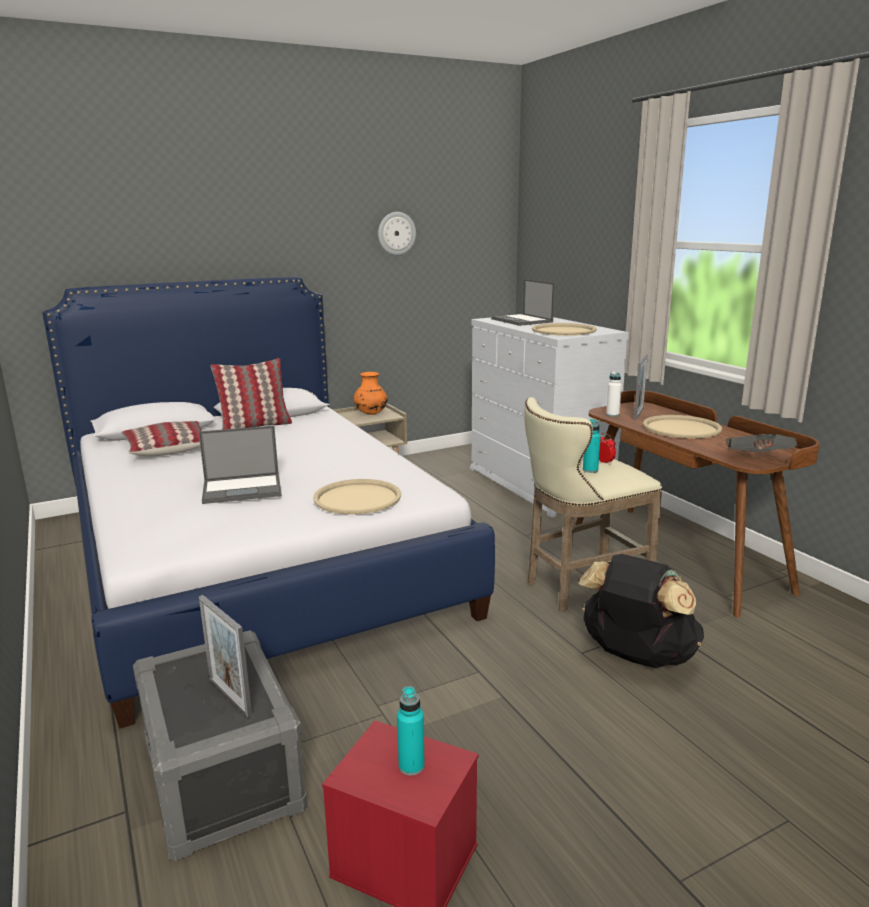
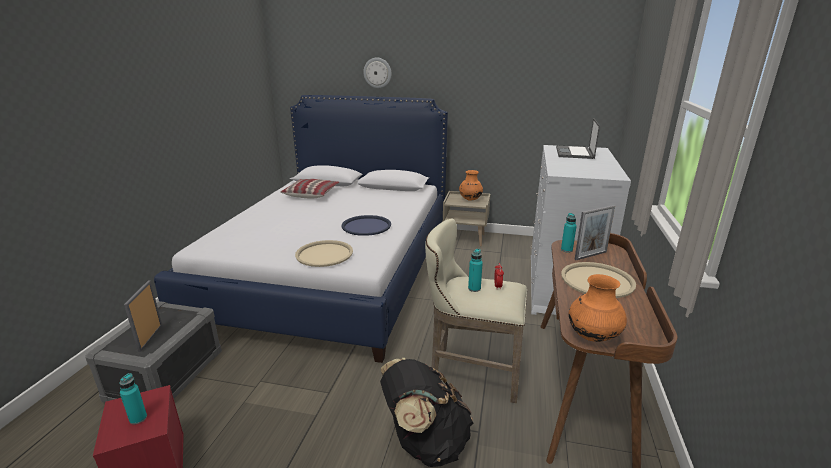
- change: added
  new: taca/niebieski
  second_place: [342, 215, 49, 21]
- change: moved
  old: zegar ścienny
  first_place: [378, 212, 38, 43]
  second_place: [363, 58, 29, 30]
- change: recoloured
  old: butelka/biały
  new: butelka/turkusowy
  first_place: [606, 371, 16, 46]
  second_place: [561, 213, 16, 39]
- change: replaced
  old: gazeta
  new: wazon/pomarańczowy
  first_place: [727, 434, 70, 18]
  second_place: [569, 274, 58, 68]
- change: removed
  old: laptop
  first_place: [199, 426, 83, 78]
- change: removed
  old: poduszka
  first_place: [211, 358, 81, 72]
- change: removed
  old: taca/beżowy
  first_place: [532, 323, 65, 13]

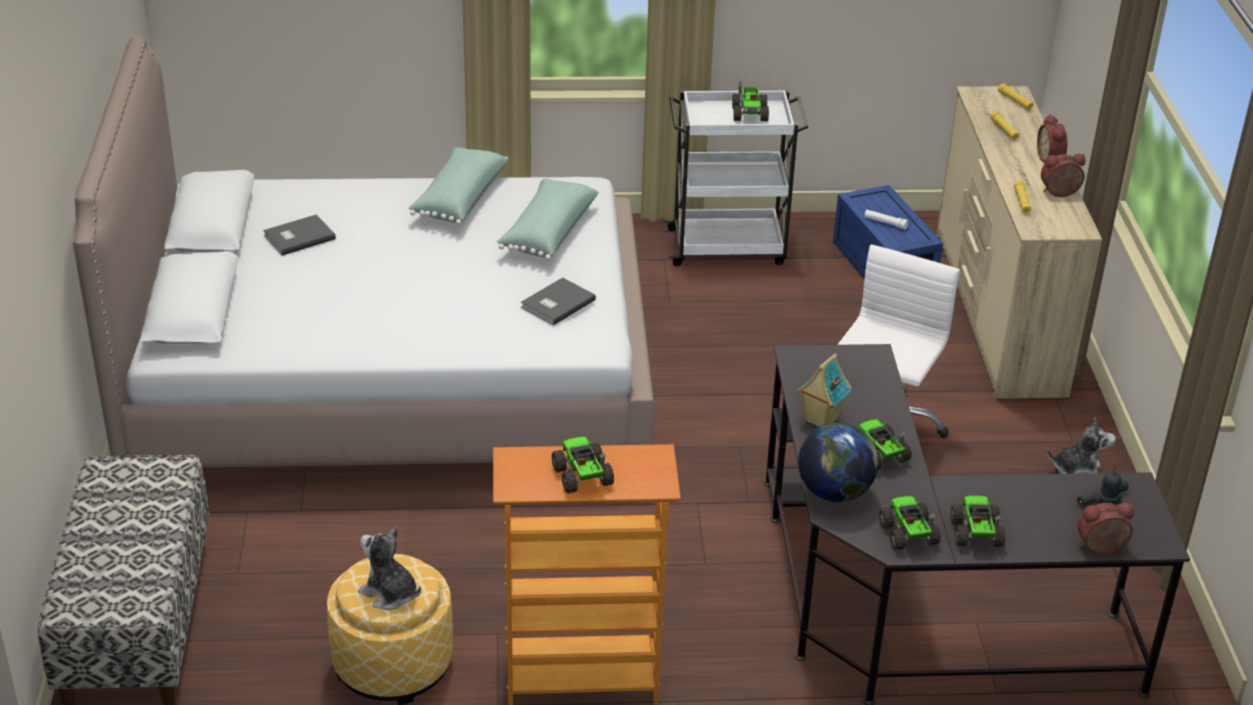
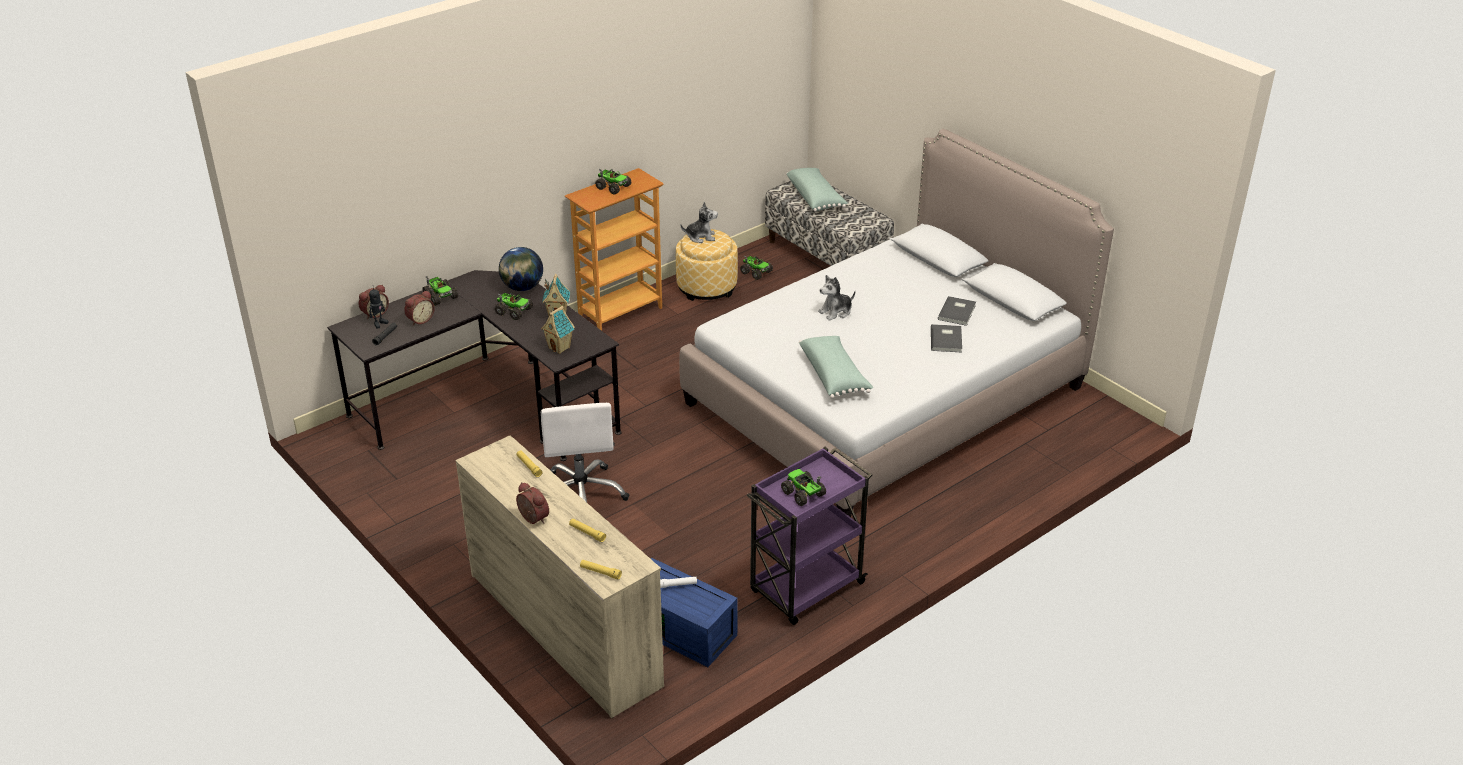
- change: moved
  old: budzik
  first_place: [1041, 154, 45, 43]
  second_place: [404, 291, 31, 35]
- change: added
  new: domek
  second_place: [541, 306, 34, 48]
- change: moved
  old: ciężarówka zabawkowa
  first_place: [879, 496, 62, 55]
  second_place: [740, 256, 33, 24]
- change: recoloured
  old: wózek/biały
  new: wózek/fioletowy
  first_place: [664, 90, 145, 176]
  second_place: [747, 447, 126, 178]
- change: moved
  old: poduszka/zielony
  first_place: [408, 147, 100, 78]
  second_place: [786, 168, 62, 44]
- change: moved
  old: pluszak
  first_place: [1047, 417, 69, 57]
  second_place: [818, 275, 37, 46]
- change: moved
  old: książka/szary
  first_place: [521, 278, 75, 47]
  second_place: [931, 324, 31, 29]

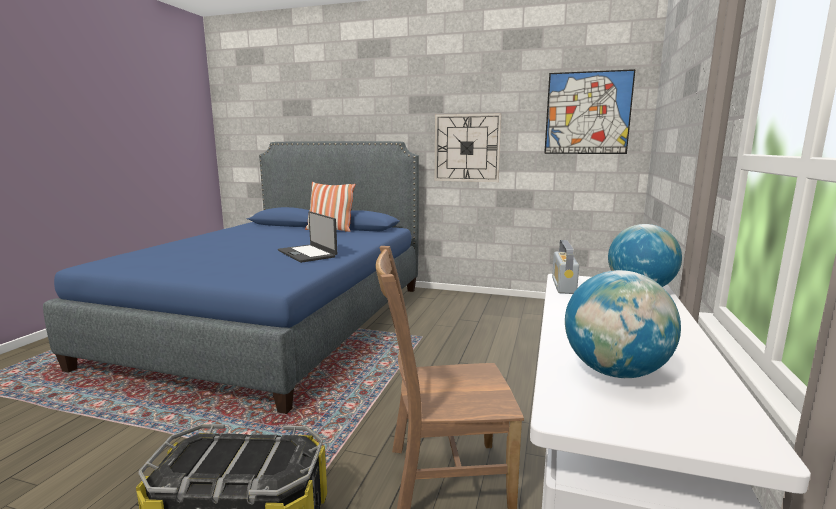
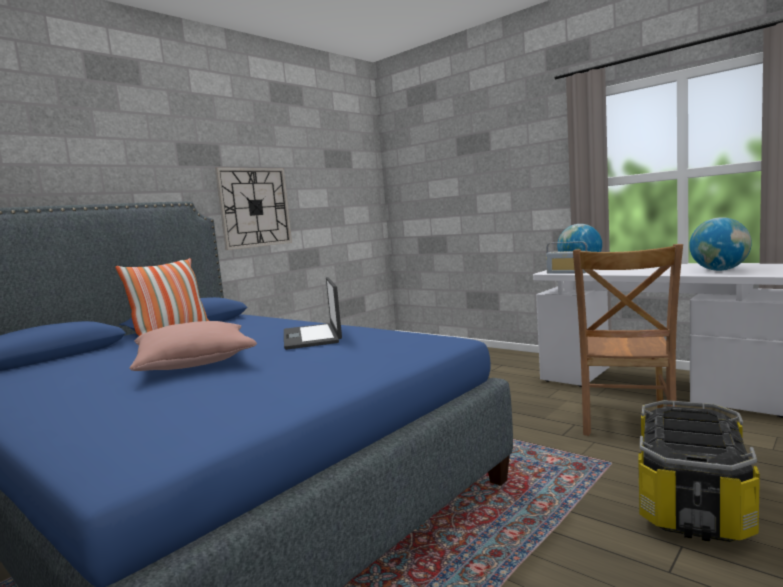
- change: added
  new: poduszka/różowy
  second_place: [129, 321, 128, 50]
- change: turned
  old: laptop
  first_place: [278, 211, 59, 52]
  second_place: [284, 277, 58, 73]
  degrees: 90
- change: removed
  old: obraz
  first_place: [544, 69, 91, 85]

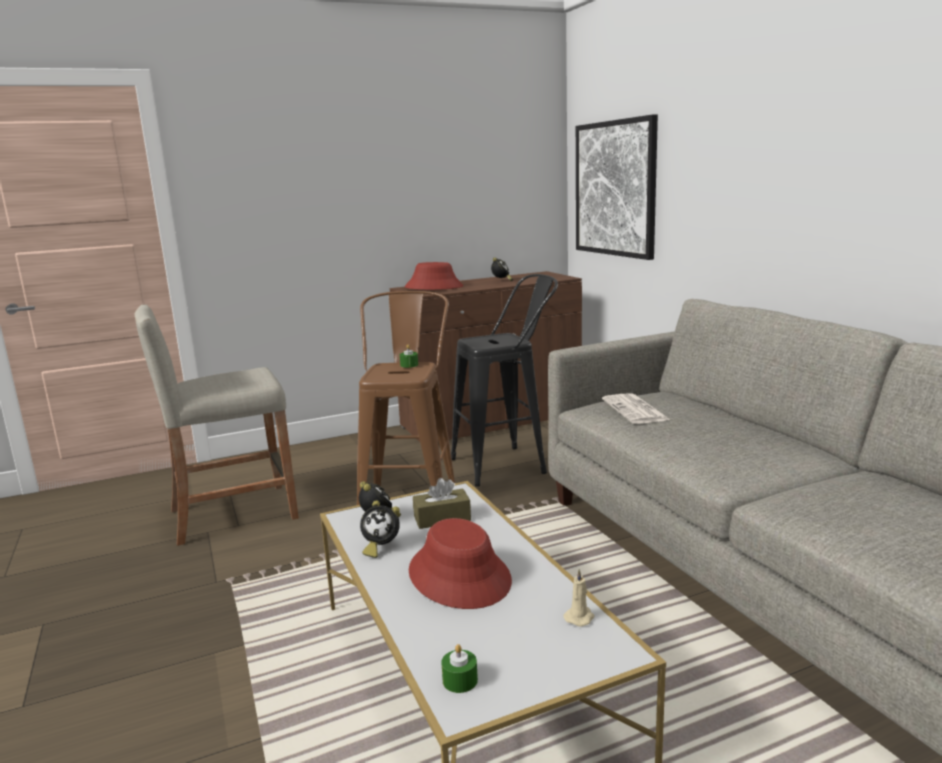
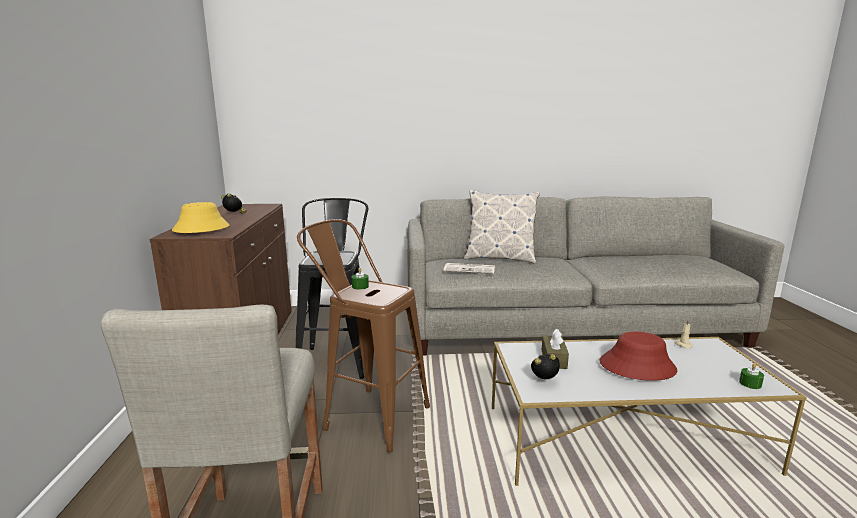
- change: recoloured
  old: kapelusz/czerwony
  new: kapelusz/żółty
  first_place: [404, 262, 60, 28]
  second_place: [172, 202, 57, 31]
- change: added
  new: poduszka
  second_place: [464, 190, 76, 74]
- change: removed
  old: budzik
  first_place: [360, 500, 40, 58]
- change: removed
  old: obraz
  first_place: [576, 114, 82, 146]

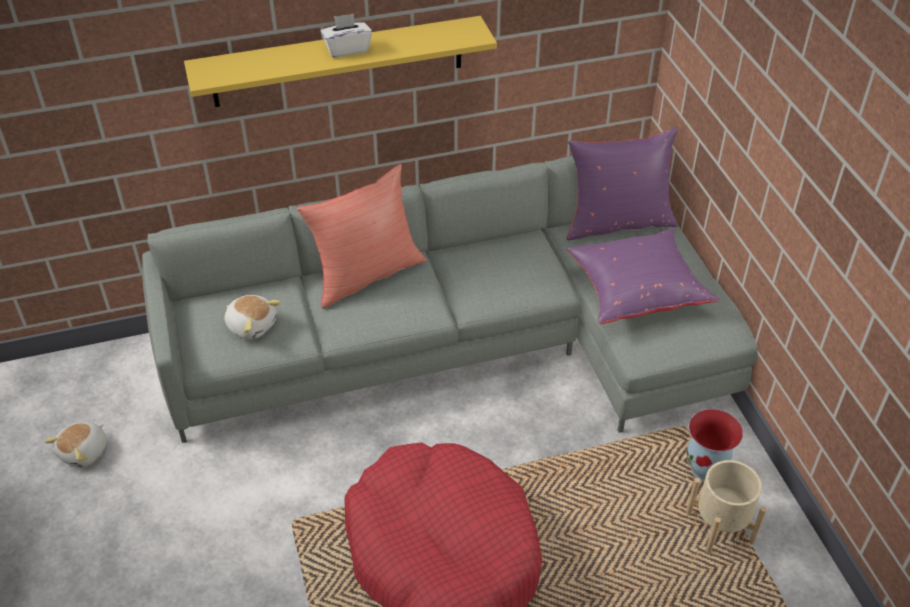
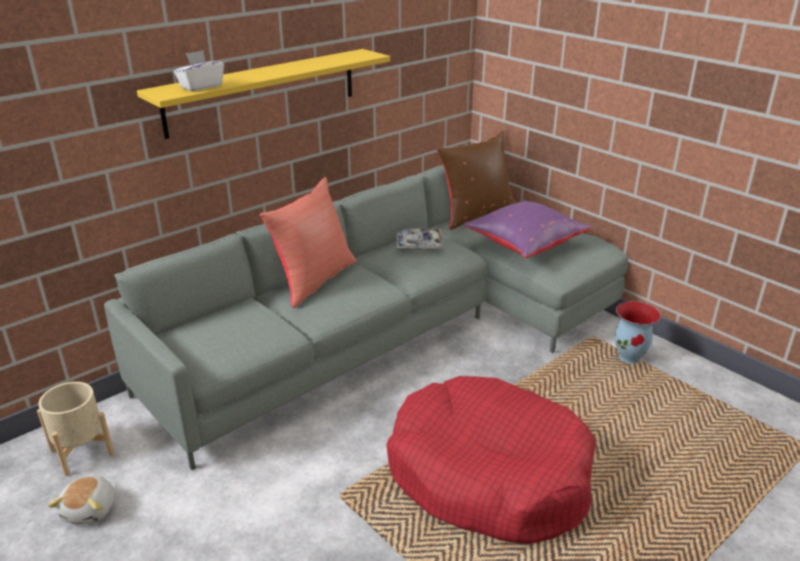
- change: moved
  old: donica/beżowy
  first_place: [686, 460, 81, 94]
  second_place: [37, 382, 77, 94]
- change: moved
  old: pudełko chusteczek/biały
  first_place: [321, 13, 51, 45]
  second_place: [174, 50, 50, 42]
- change: added
  new: taca
  second_place: [397, 228, 46, 21]
- change: recoloured
  old: poduszka/fioletowy
  new: poduszka/brązowy
  first_place: [566, 127, 112, 113]
  second_place: [437, 131, 79, 99]
- change: removed
  old: pluszak
  first_place: [224, 295, 57, 45]

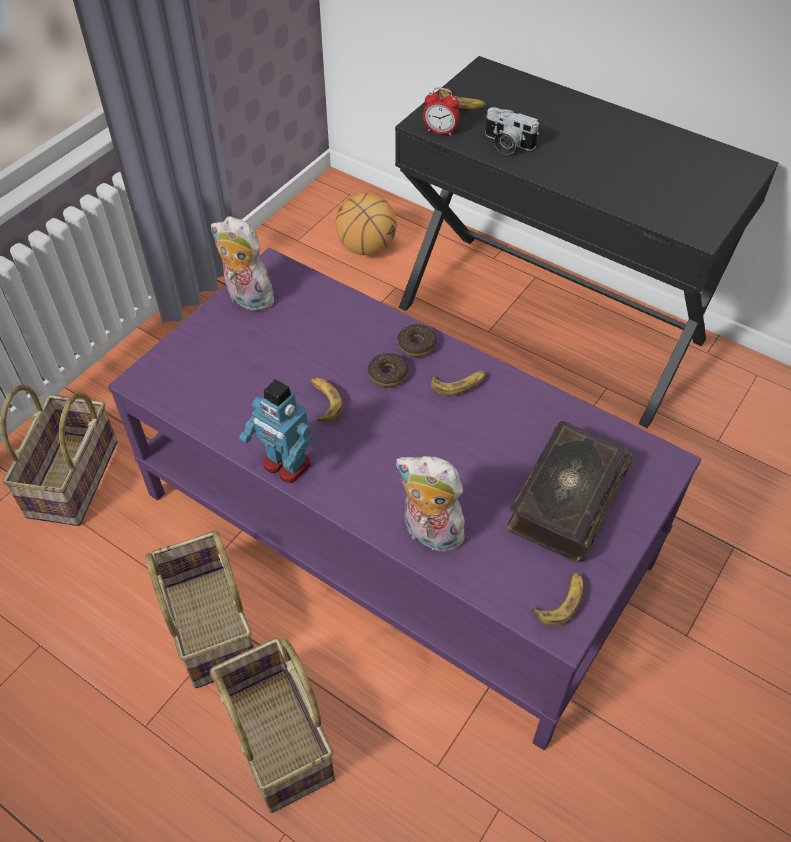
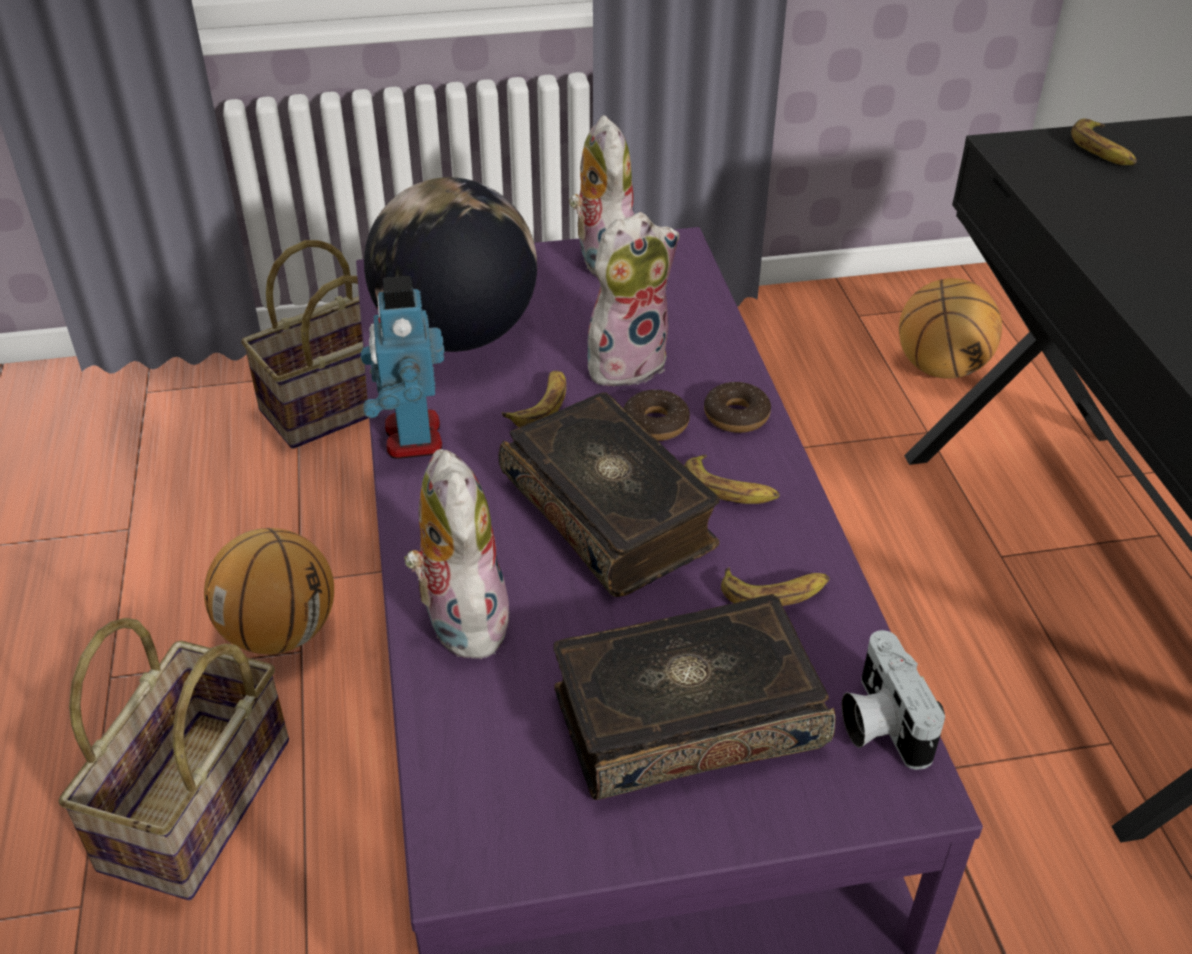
- change: replaced
  old: koszyk
  new: piłka do koszykówki
  first_place: [146, 531, 108, 157]
  second_place: [204, 528, 130, 126]
- change: added
  new: globus
  second_place: [364, 177, 173, 175]
- change: added
  new: książka
  second_place: [498, 392, 222, 205]
- change: added
  new: pluszak
  second_place: [587, 212, 93, 175]
- change: moved
  old: banan
  first_place: [532, 572, 51, 54]
  second_place: [721, 567, 108, 39]
- change: moved
  old: aparat fotograficzny
  first_place: [485, 107, 54, 48]
  second_place: [842, 630, 103, 140]
- change: removed
  old: budzik
  first_place: [423, 88, 36, 48]

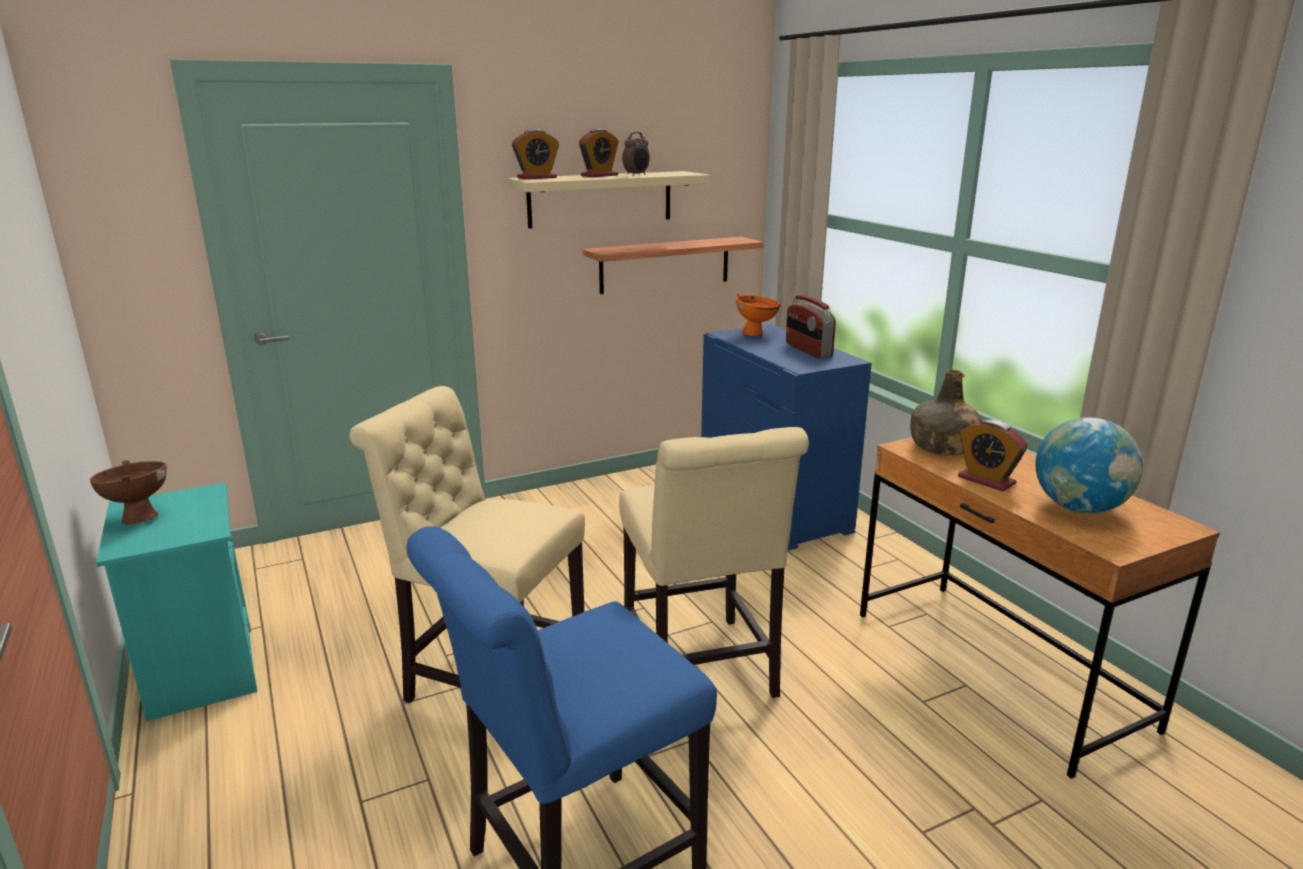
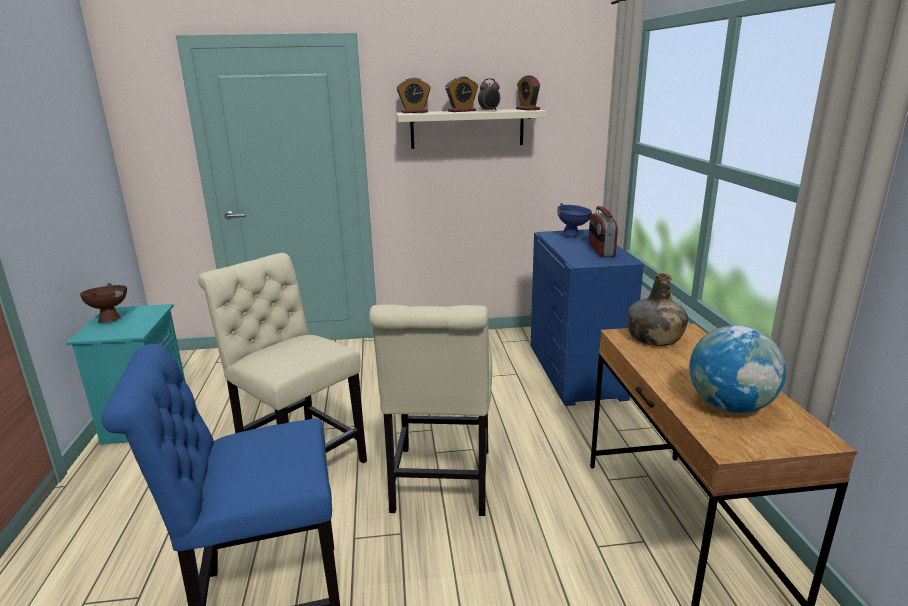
- change: moved
  old: budzik
  first_place: [958, 420, 70, 71]
  second_place: [516, 75, 24, 35]
- change: recoloured
  old: miska/pomarańczowy
  new: miska/niebieski
  first_place: [736, 293, 46, 43]
  second_place: [557, 203, 35, 34]
- change: removed
  old: półka
  first_place: [583, 237, 181, 57]

